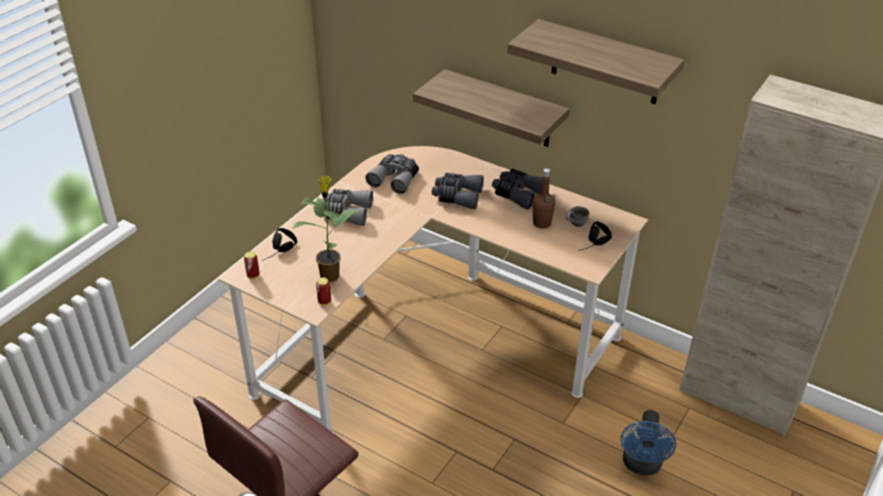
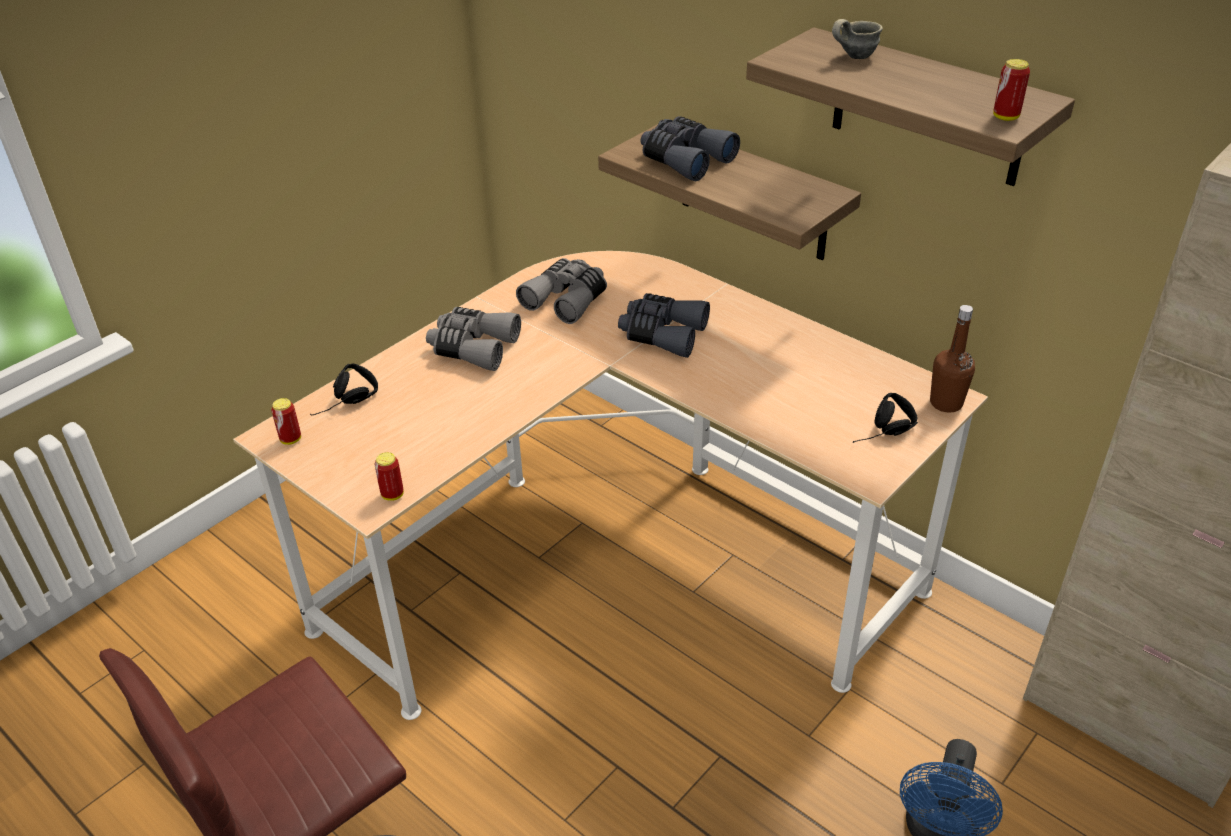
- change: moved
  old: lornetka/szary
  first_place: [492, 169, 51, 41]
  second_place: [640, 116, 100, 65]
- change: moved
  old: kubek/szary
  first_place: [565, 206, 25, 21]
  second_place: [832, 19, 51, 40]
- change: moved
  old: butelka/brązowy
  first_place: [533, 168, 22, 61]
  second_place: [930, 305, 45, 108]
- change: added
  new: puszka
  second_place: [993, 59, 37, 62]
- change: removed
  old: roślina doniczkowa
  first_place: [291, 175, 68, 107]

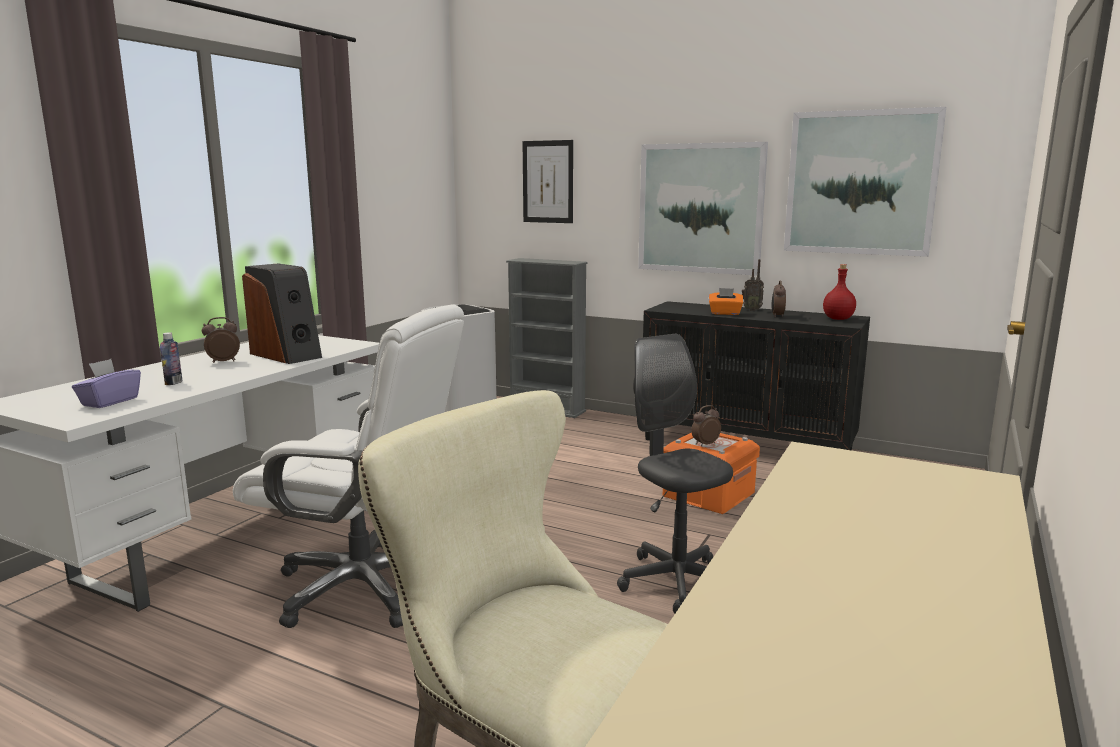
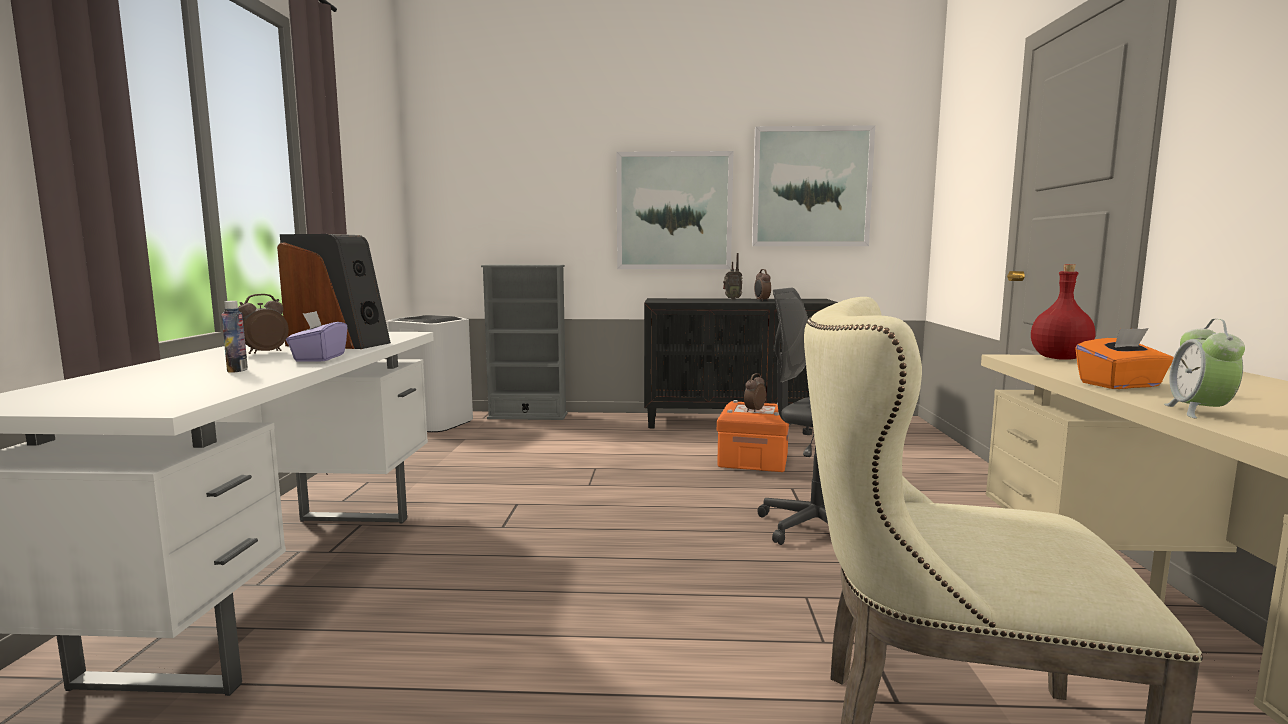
- change: moved
  old: pudełko chusteczek/fioletowy
  first_place: [72, 359, 69, 49]
  second_place: [286, 311, 61, 51]
- change: moved
  old: butelka/czerwony
  first_place: [823, 264, 33, 56]
  second_place: [1031, 264, 64, 96]
- change: moved
  old: pudełko chusteczek/pomarańczowy
  first_place: [709, 288, 34, 27]
  second_place: [1075, 328, 99, 61]
- change: added
  new: budzik
  second_place: [1164, 319, 81, 99]
- change: removed
  old: krzesło biurowe/biały
  first_place: [233, 304, 231, 324]
- change: removed
  old: obraz
  first_place: [522, 140, 51, 83]

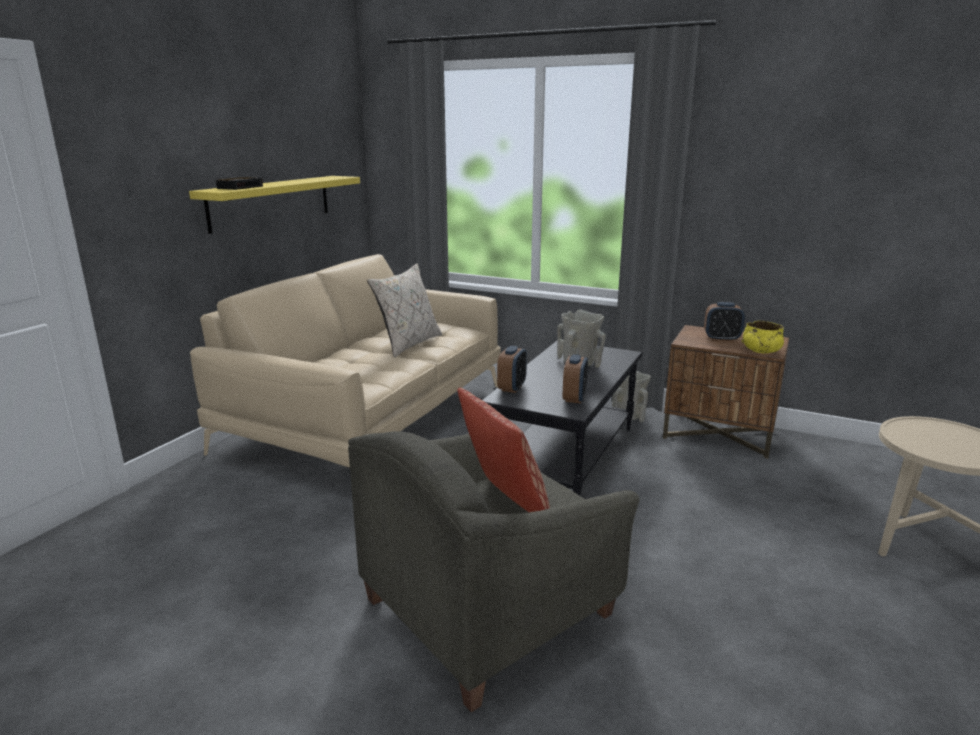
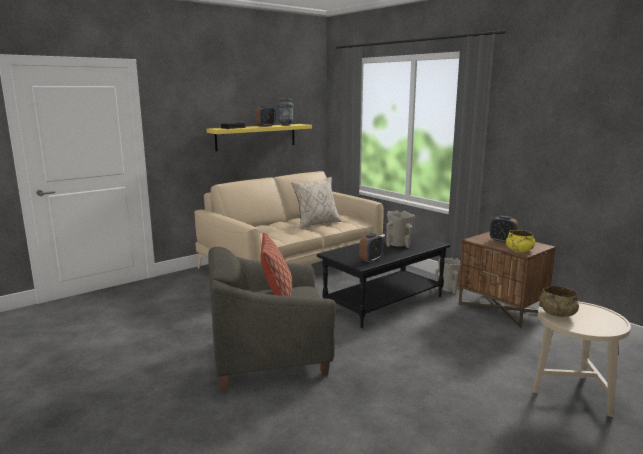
- change: moved
  old: budzik
  first_place: [497, 346, 30, 47]
  second_place: [255, 106, 21, 21]
- change: added
  new: wazon
  second_place: [278, 98, 16, 28]
- change: added
  new: miska/beżowy
  second_place: [539, 285, 40, 32]

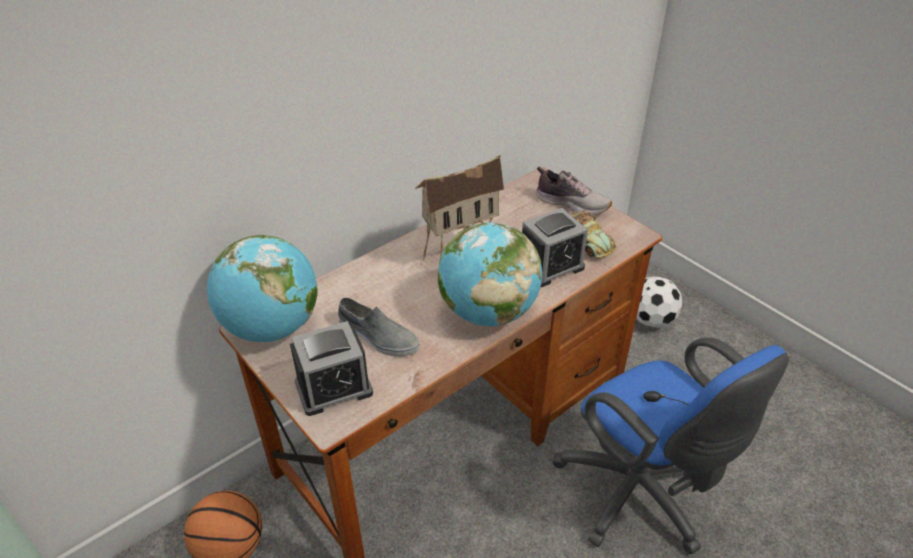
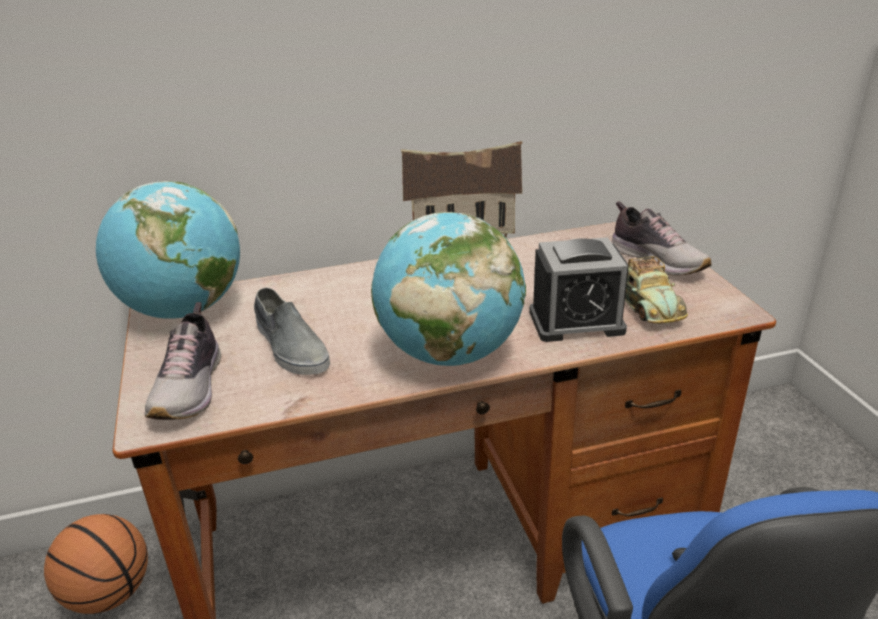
- change: replaced
  old: budzik
  new: but
  first_place: [290, 321, 83, 95]
  second_place: [144, 302, 77, 118]
- change: removed
  old: piłka futbolowa
  first_place: [636, 276, 46, 52]

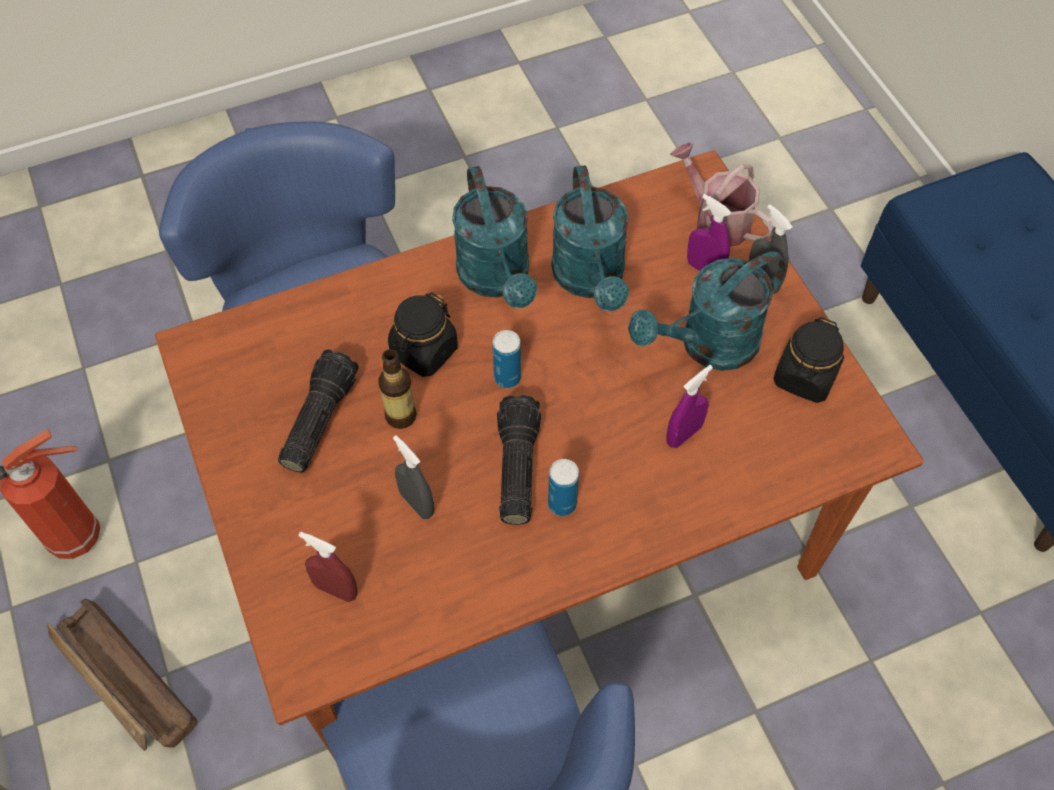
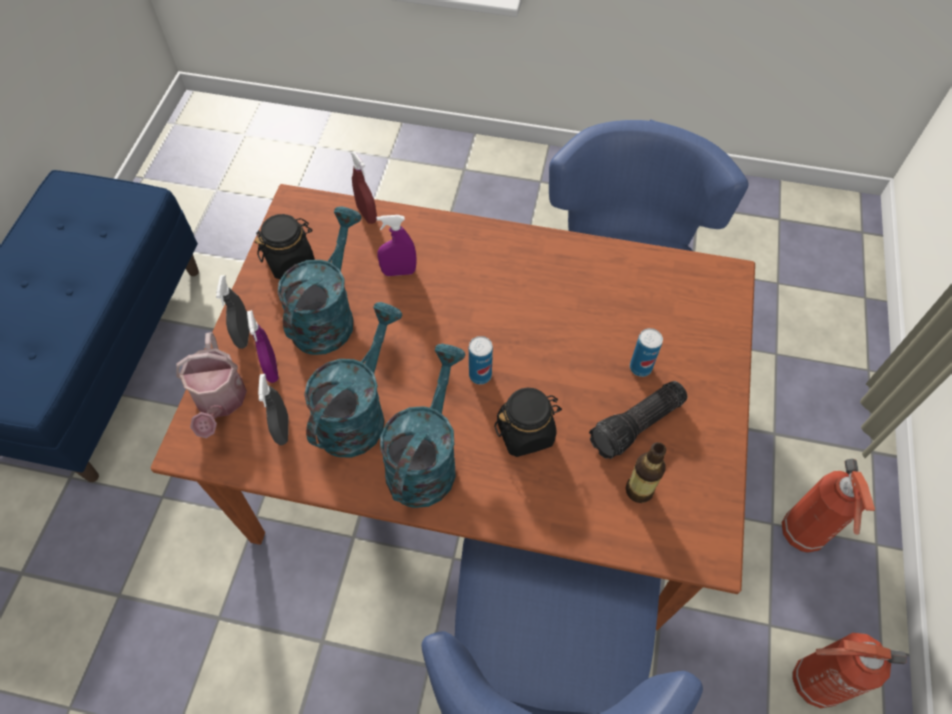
- change: moved
  old: spryskiwacz/szary
  first_place: [393, 435, 41, 84]
  second_place: [258, 374, 31, 71]
- change: turned
  old: konewka/turkusowy
  first_place: [628, 252, 159, 119]
  second_place: [277, 206, 85, 149]
  degrees: -75
- change: moved
  old: spryskiwacz/czerwony
  first_place: [298, 532, 60, 70]
  second_place: [350, 151, 27, 73]
- change: moved
  old: butelka
  first_place: [379, 349, 38, 80]
  second_place: [626, 442, 40, 61]
- change: moved
  old: puszka
  first_place: [548, 459, 31, 57]
  second_place: [630, 328, 33, 49]
- change: replaced
  old: skrzynka
  new: gaśnica
  first_place: [47, 599, 151, 152]
  second_place: [782, 459, 93, 94]
- change: removed
  old: latarka
  first_place: [497, 395, 44, 130]

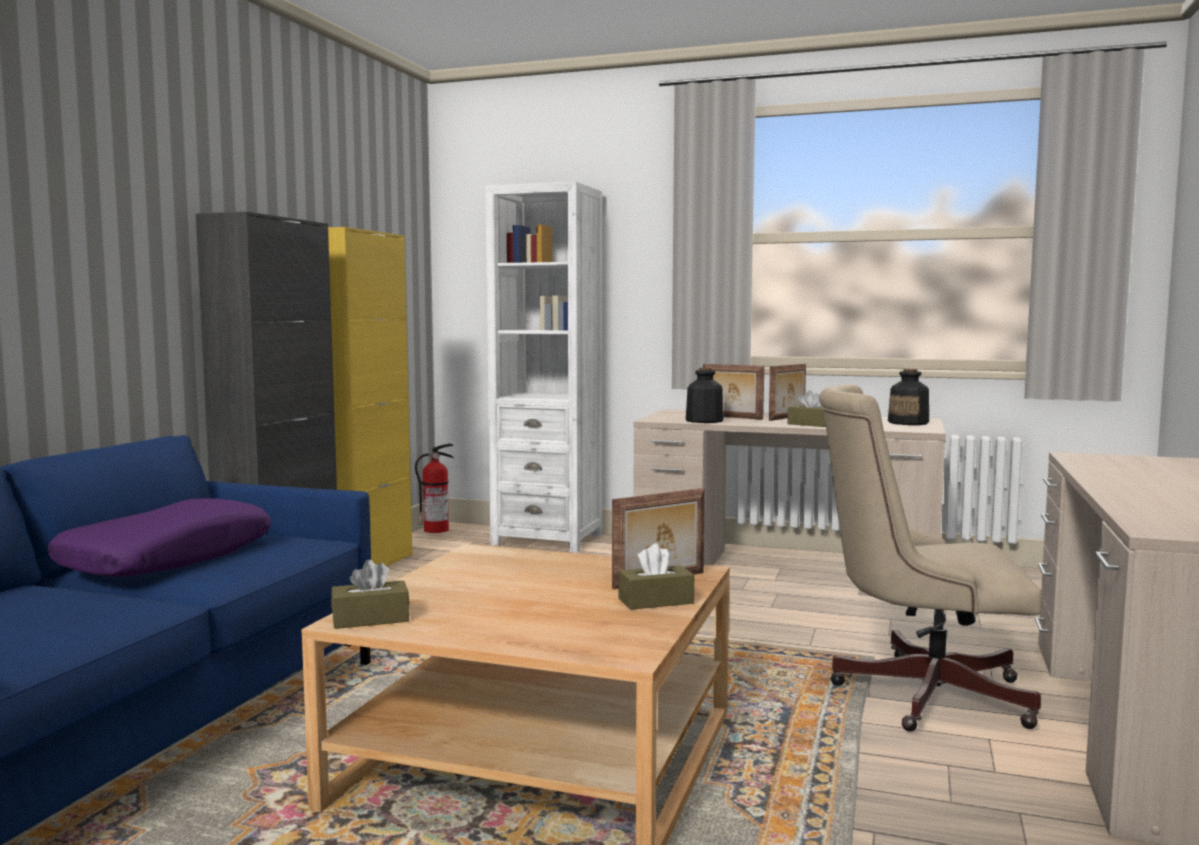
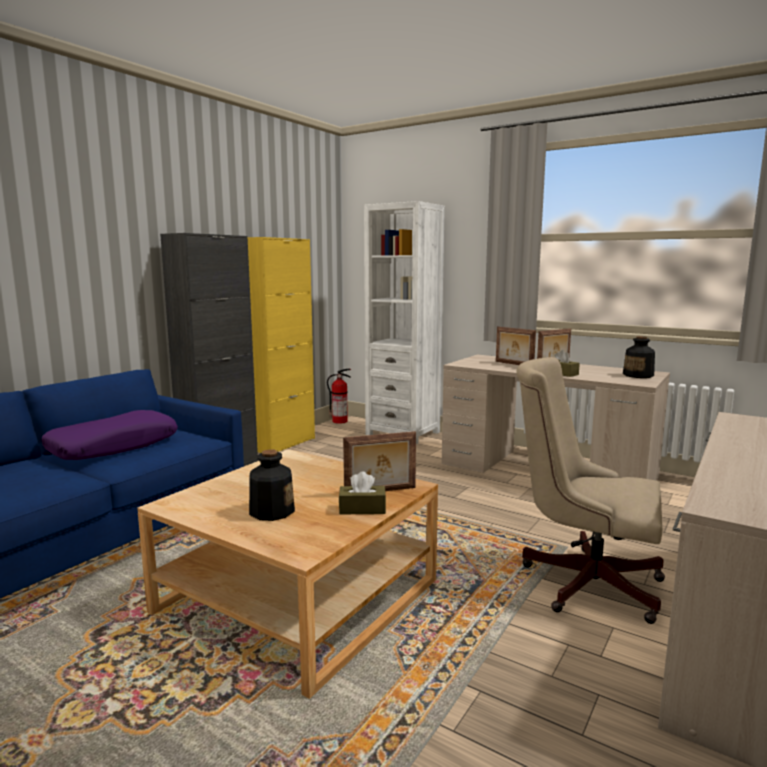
- change: moved
  old: butelka
  first_place: [686, 368, 38, 55]
  second_place: [249, 449, 46, 72]
- change: removed
  old: pudełko chusteczek/brązowy
  first_place: [331, 560, 78, 69]

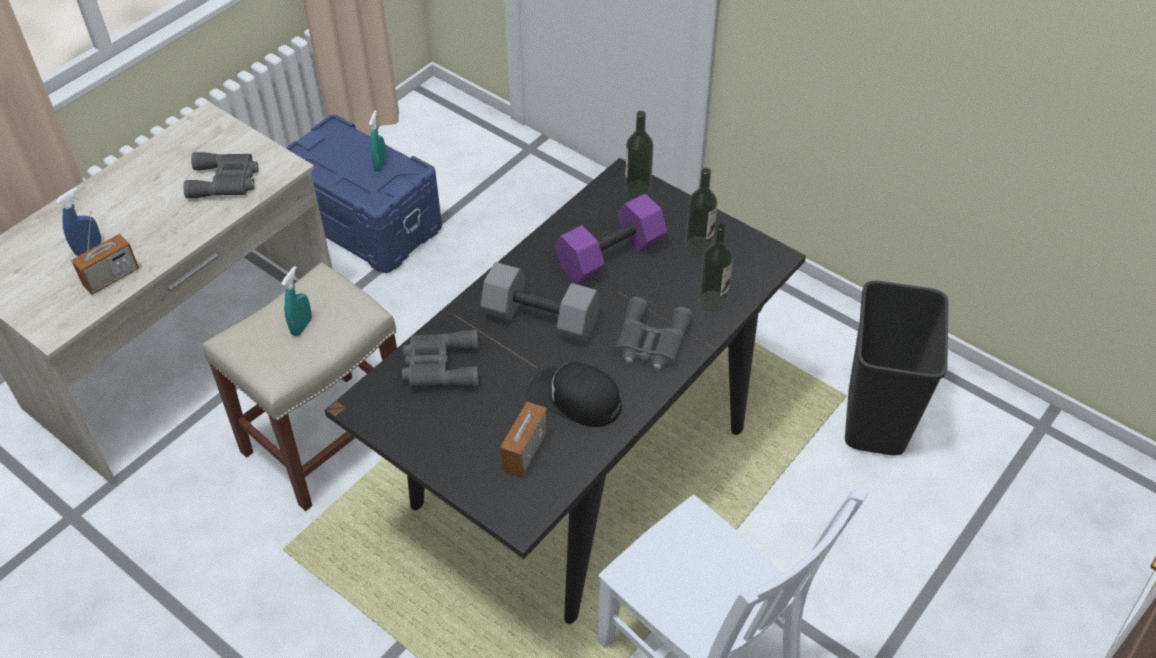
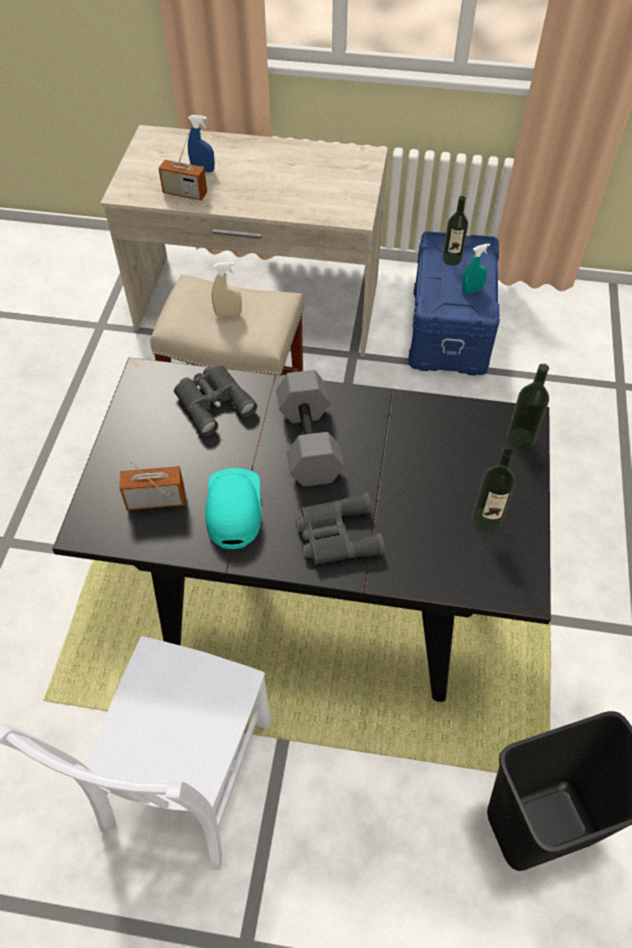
- change: recoloured
  old: czapka z daszkiem/czarny
  new: czapka z daszkiem/turkusowy
  first_place: [526, 362, 96, 65]
  second_place: [205, 468, 56, 81]
- change: recoloured
  old: spryskiwacz/turkusowy
  new: spryskiwacz/beżowy
  first_place: [281, 266, 31, 70]
  second_place: [211, 262, 31, 55]
- change: moved
  old: butelka
  first_place: [699, 223, 34, 88]
  second_place: [442, 196, 26, 70]
- change: removed
  old: lornetka/szary
  first_place: [184, 152, 74, 46]
- change: removed
  old: hantel/fioletowy
  first_place: [555, 194, 112, 90]

